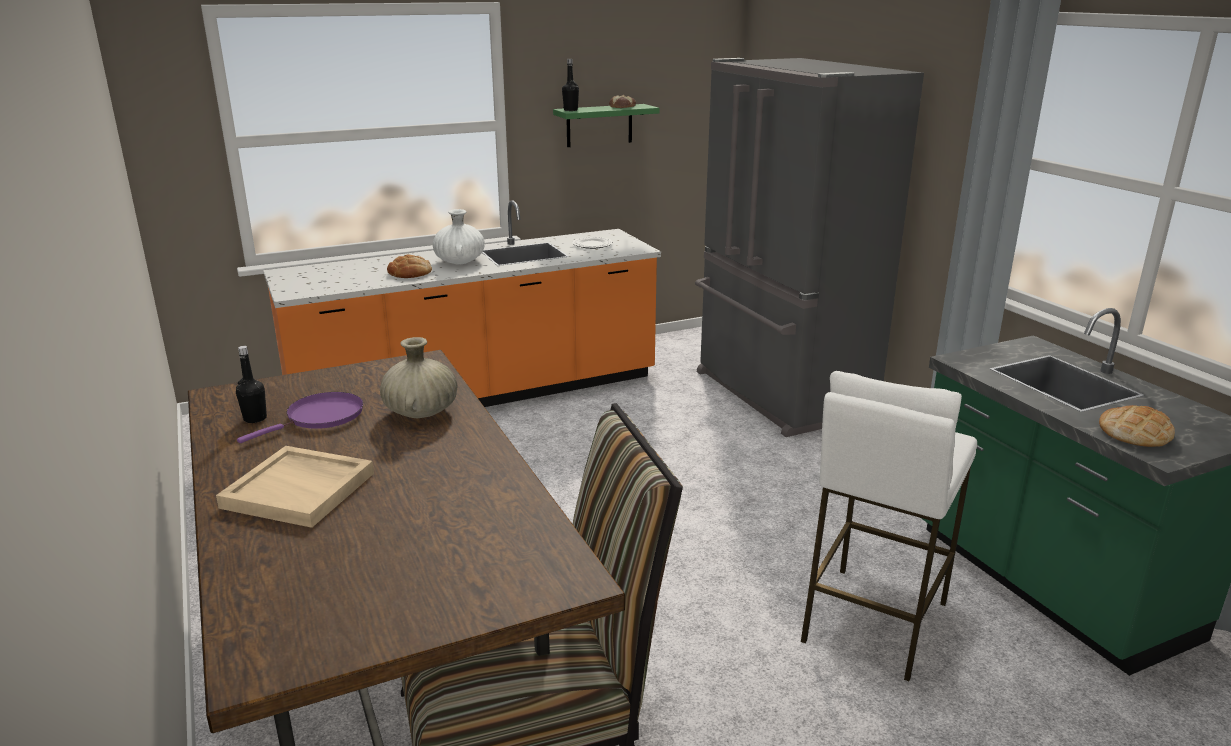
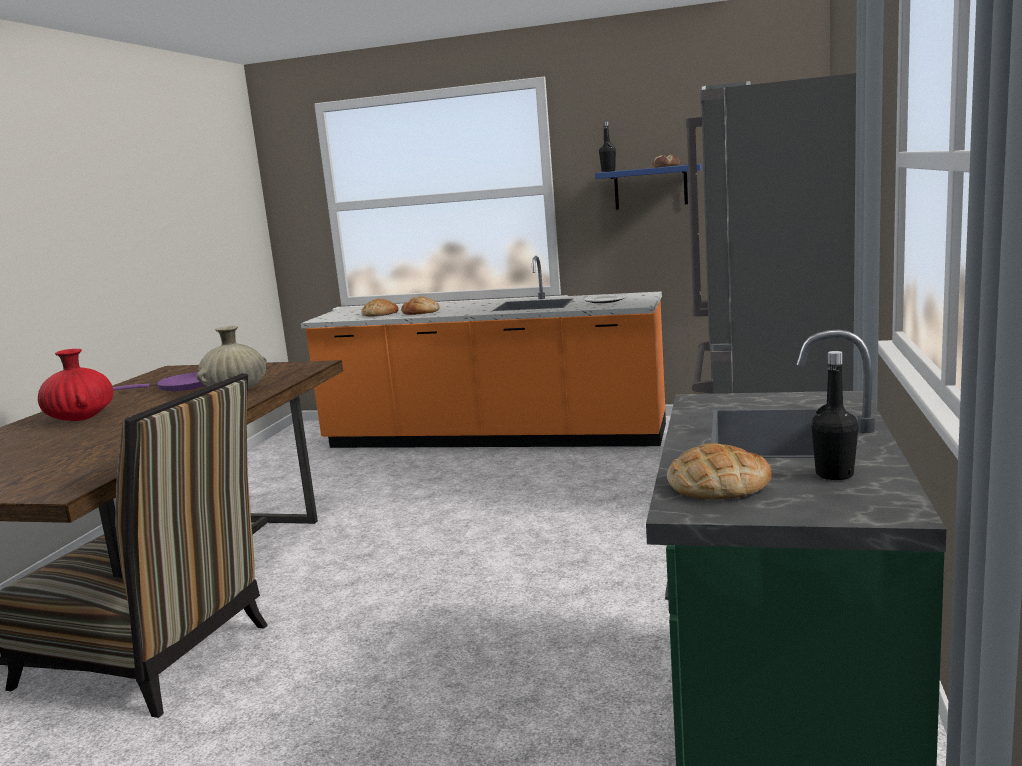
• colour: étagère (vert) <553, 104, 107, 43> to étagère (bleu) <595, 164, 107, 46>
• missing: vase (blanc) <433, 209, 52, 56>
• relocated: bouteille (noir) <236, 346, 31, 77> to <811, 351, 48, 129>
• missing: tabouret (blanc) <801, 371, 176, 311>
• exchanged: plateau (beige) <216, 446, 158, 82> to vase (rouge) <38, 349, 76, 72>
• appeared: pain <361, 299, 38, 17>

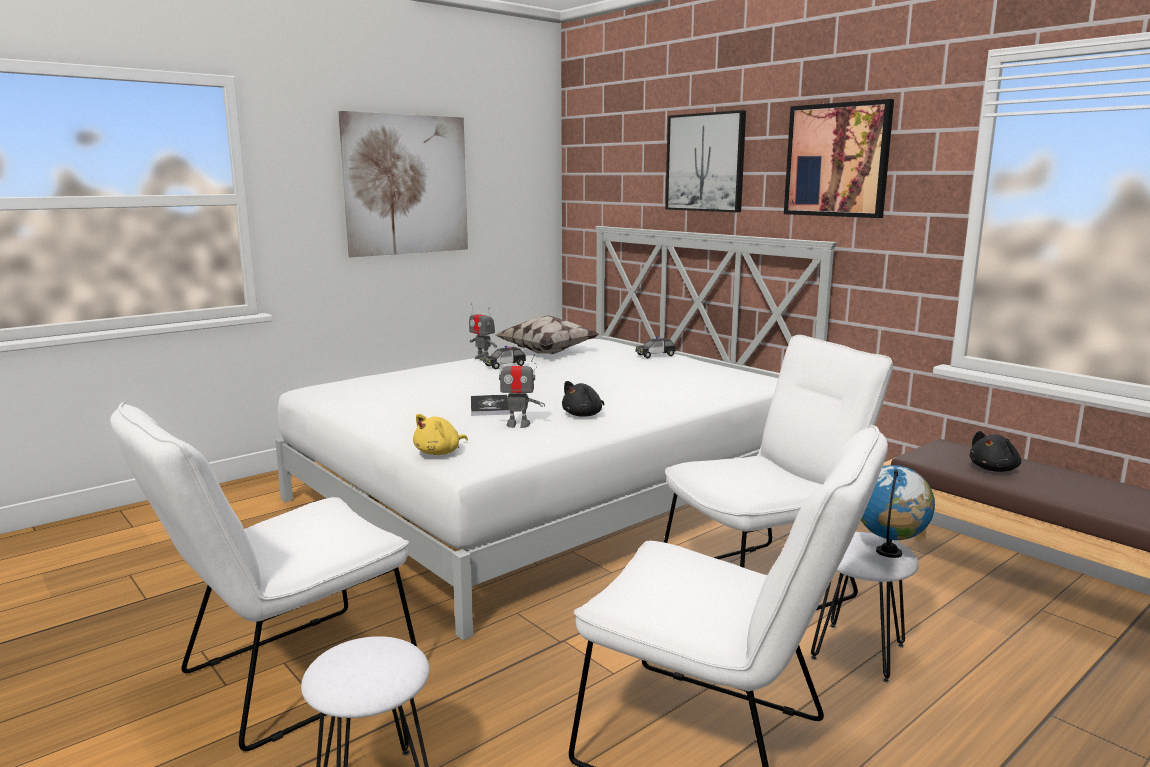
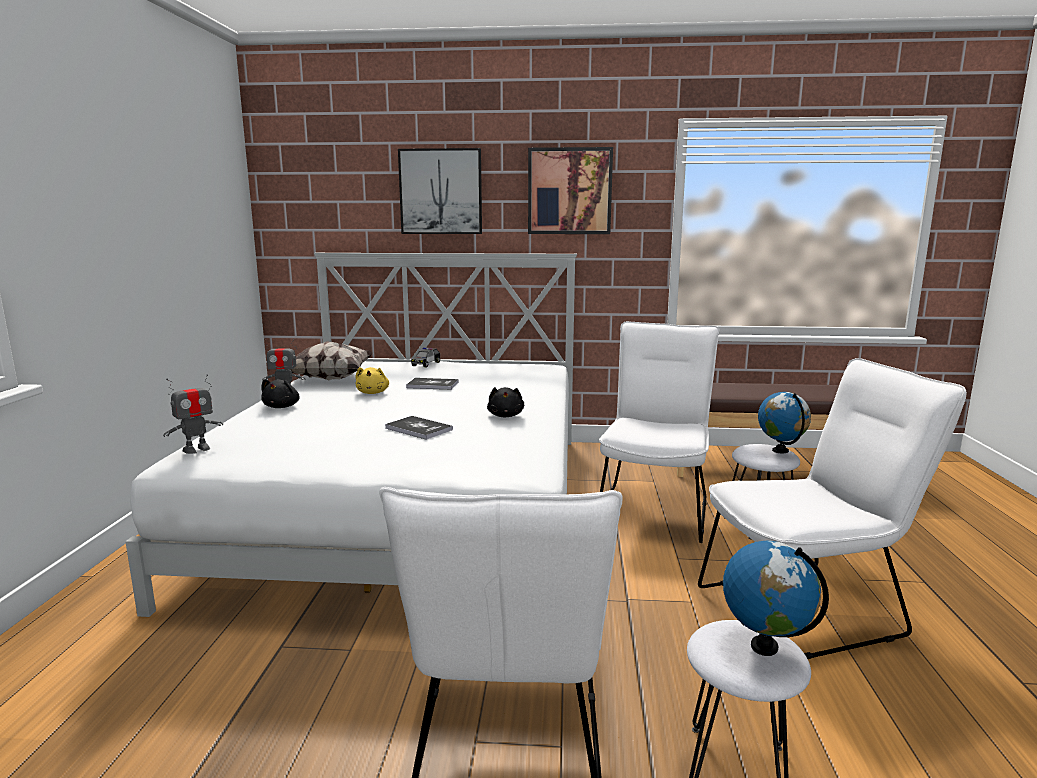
• missing: tableau <338, 111, 130, 146>
• missing: petite voiture <483, 346, 43, 23>
• relocated: robot jouet <491, 352, 54, 76> to <163, 374, 60, 80>
• relocated: peluche (jaune) <413, 414, 55, 41> to <356, 367, 33, 27>
• relocated: peluche (noir) <970, 431, 51, 41> to <261, 379, 39, 29>
• appeared: livre <406, 378, 53, 12>
• appeared: globe <723, 540, 106, 116>

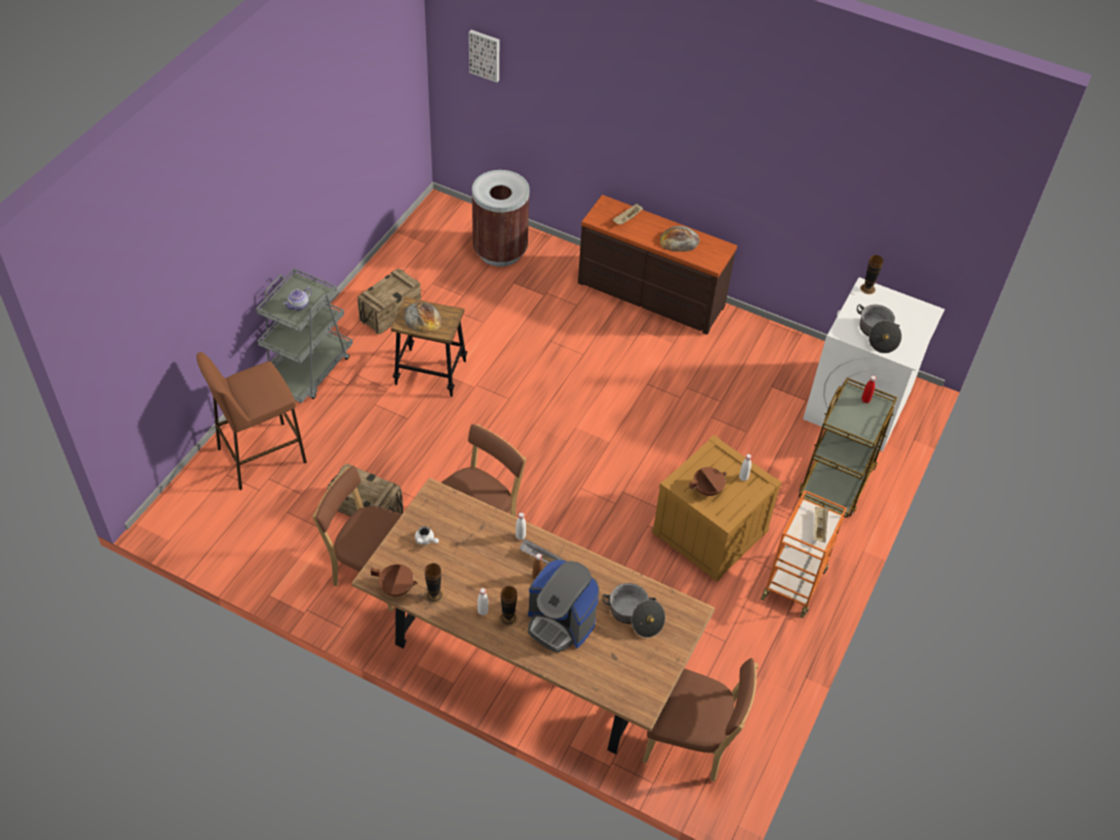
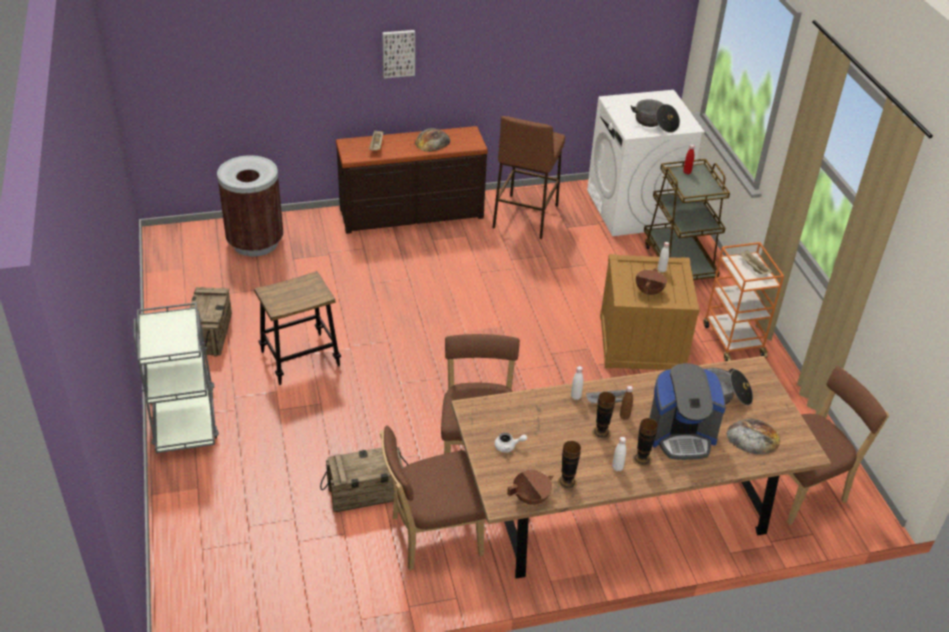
• relocated: tableau <469, 30, 30, 53> to <382, 30, 33, 48>
• relocated: vase <860, 255, 24, 39> to <592, 392, 23, 48>
• missing: théière <283, 287, 29, 24>
• relocated: pain <404, 302, 38, 31> to <726, 419, 54, 36>
• relocated: tabouret (marron) <196, 352, 111, 138> to <492, 116, 73, 123>

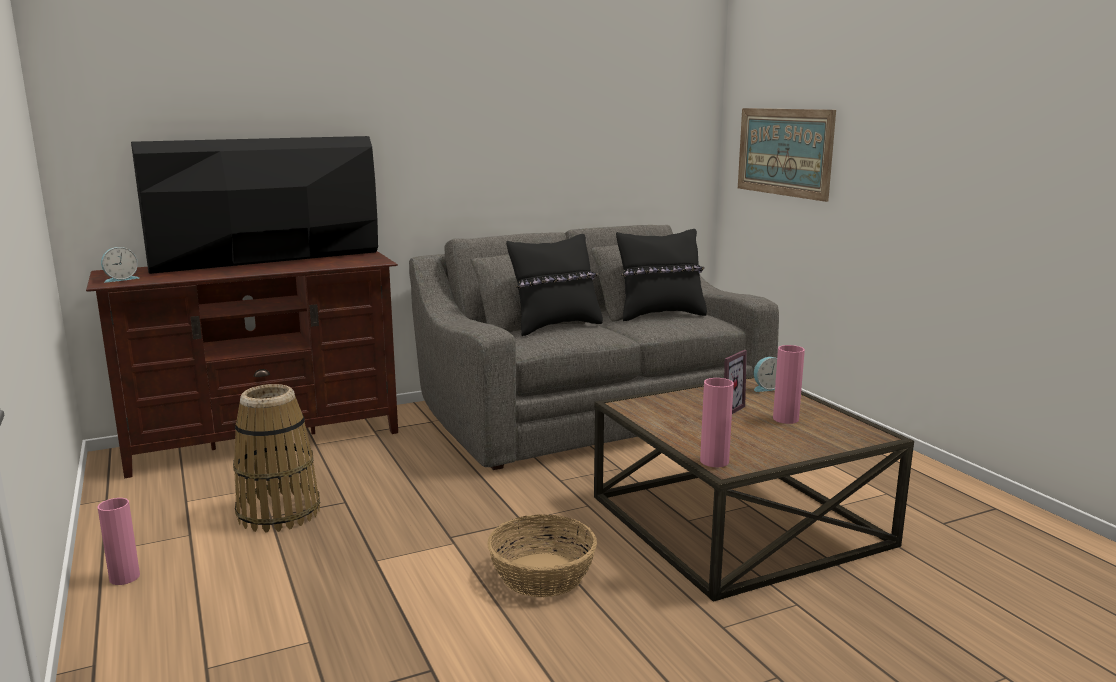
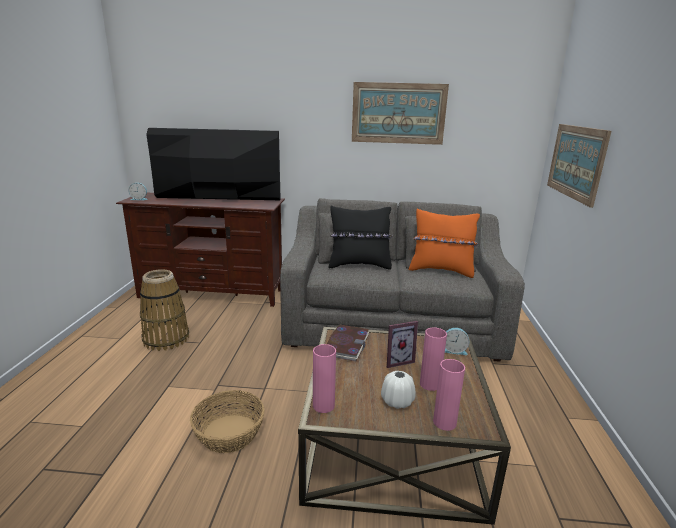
• colour: coussin (noir) <616, 229, 91, 92> to coussin (orange) <409, 208, 71, 70>
• relocated: vase (rose) <97, 498, 43, 87> to <433, 359, 32, 72>
• appeared: tableau <352, 82, 97, 63>
• appeared: livre <327, 325, 42, 37>
• appeared: vase (blanc) <381, 371, 35, 38>

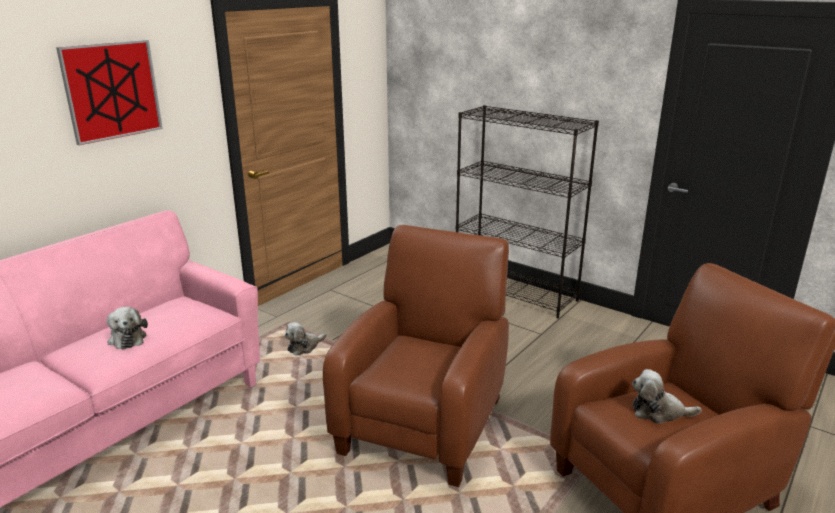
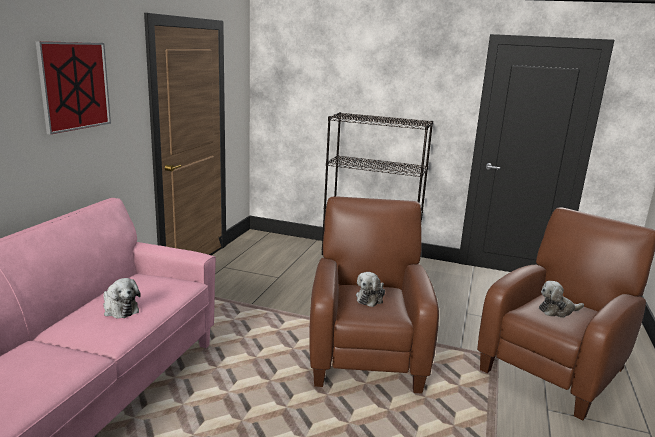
• relocated: peluche <285, 322, 42, 34> to <356, 272, 29, 35>

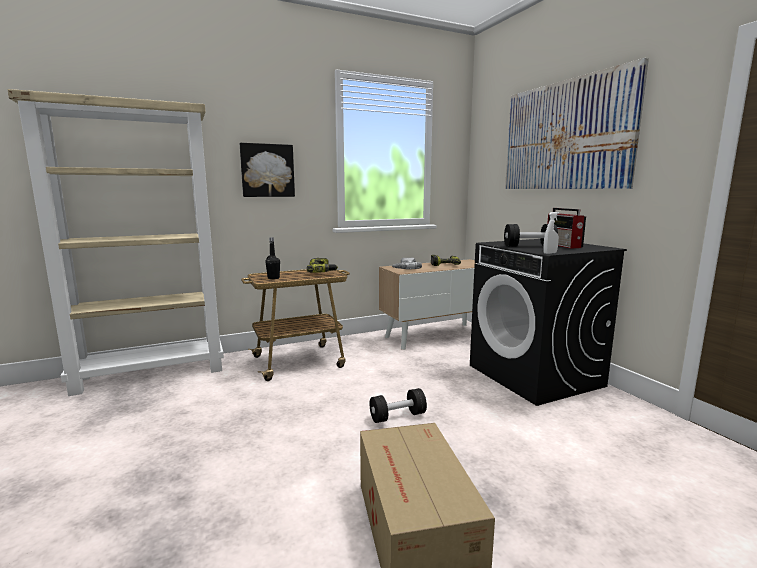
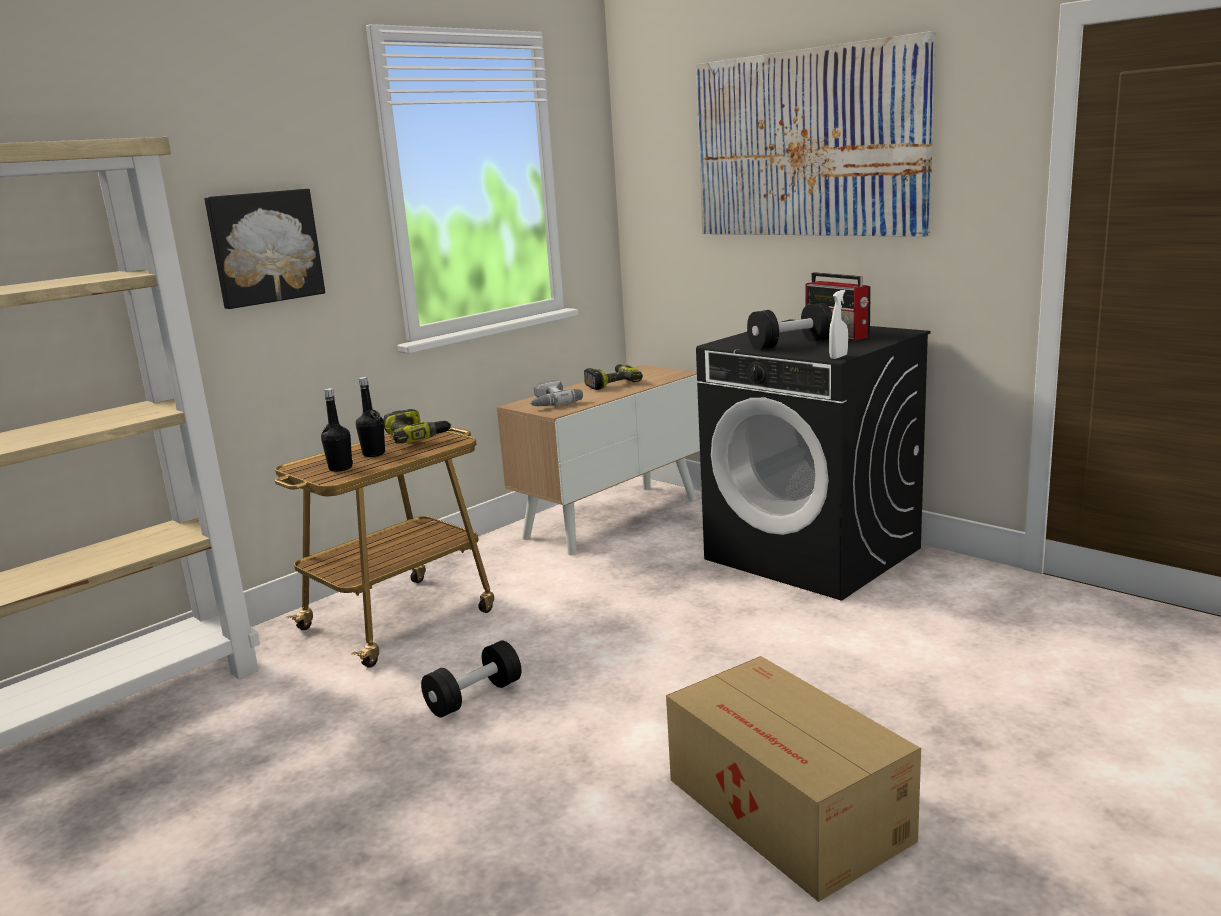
• relocated: haltère (noir) <370, 388, 57, 35> to <421, 641, 100, 77>
• appeared: bouteille (noir) <356, 377, 29, 80>

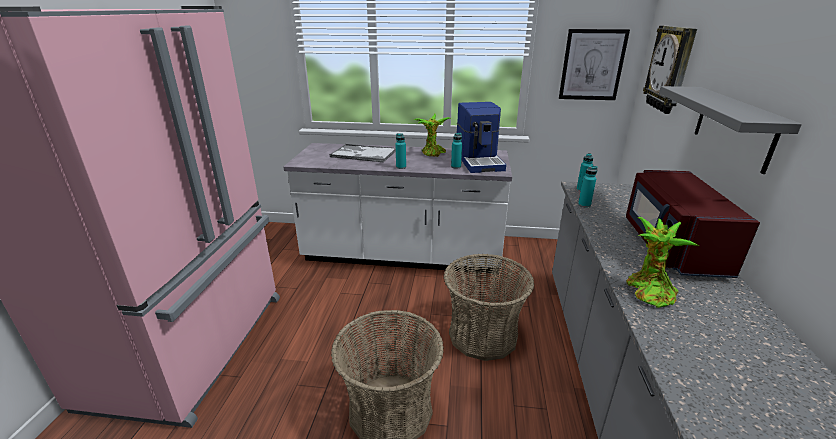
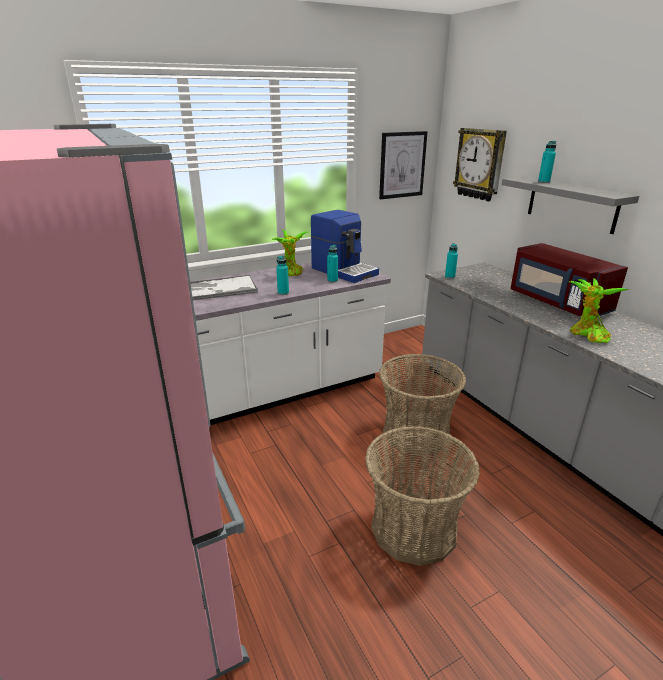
• relocated: bouteille (turquoise) <578, 166, 19, 42> to <538, 141, 18, 42>

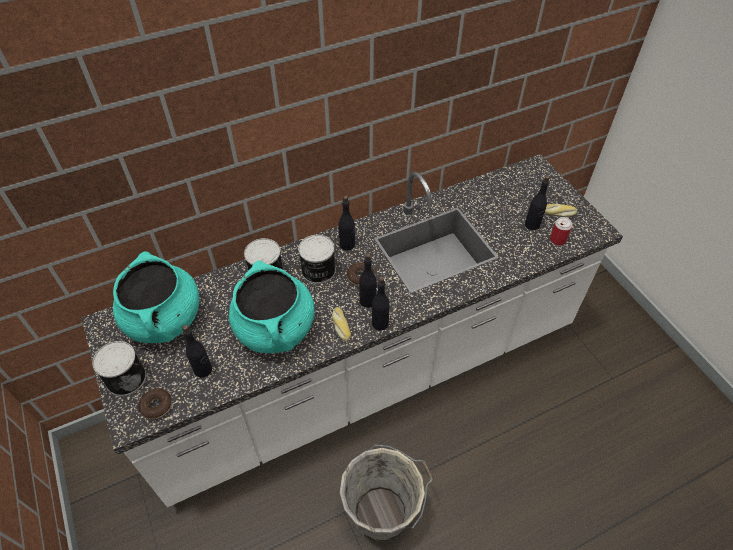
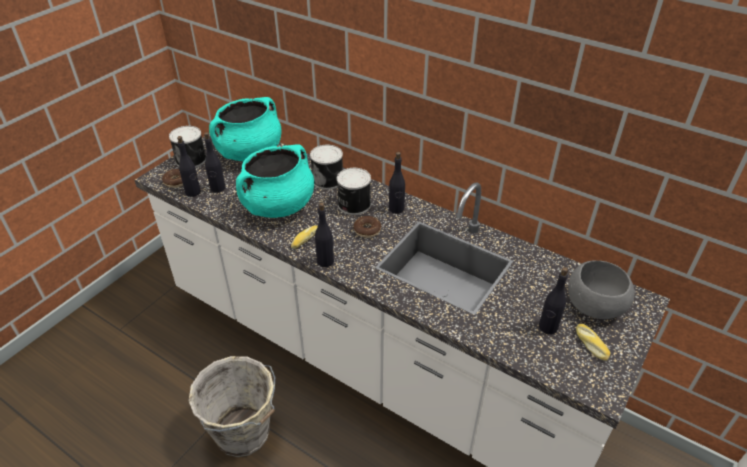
• missing: boîte métallique <550, 217, 22, 29>
• relocated: bouteille (noir) <359, 253, 18, 55> to <177, 136, 24, 61>
• appeared: bol (gris) <568, 260, 67, 59>

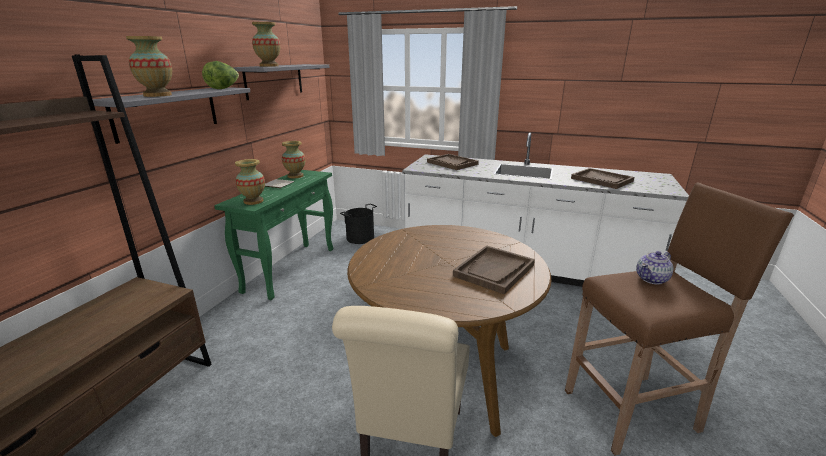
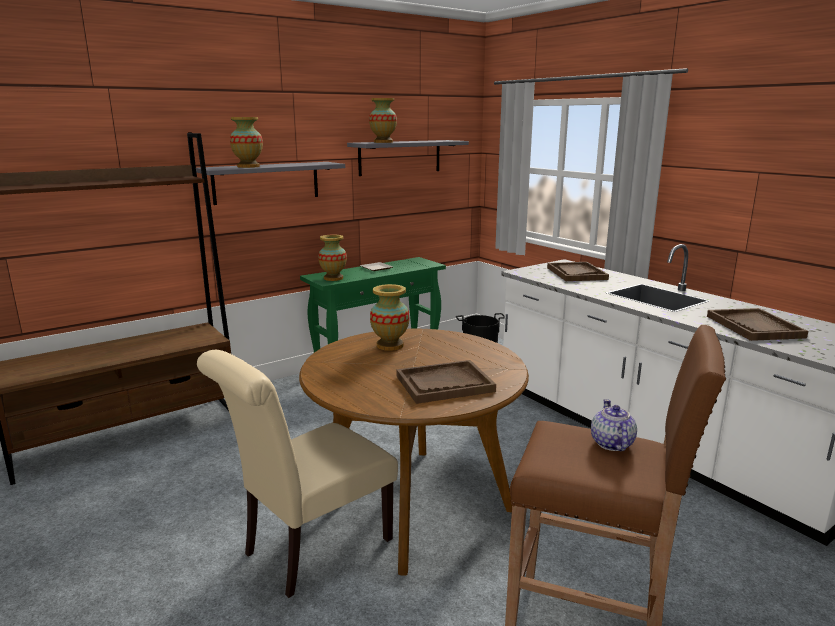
• missing: laitue <202, 61, 37, 28>
• relocated: vase <282, 141, 23, 37> to <370, 284, 40, 67>
• spun: théière <636, 251, 37, 33> = <591, 399, 46, 52> 90 degrees clockwise

